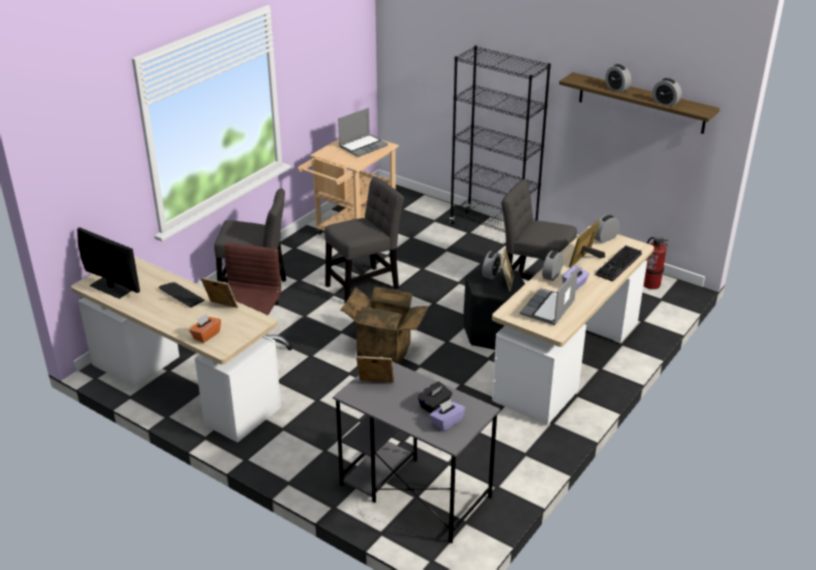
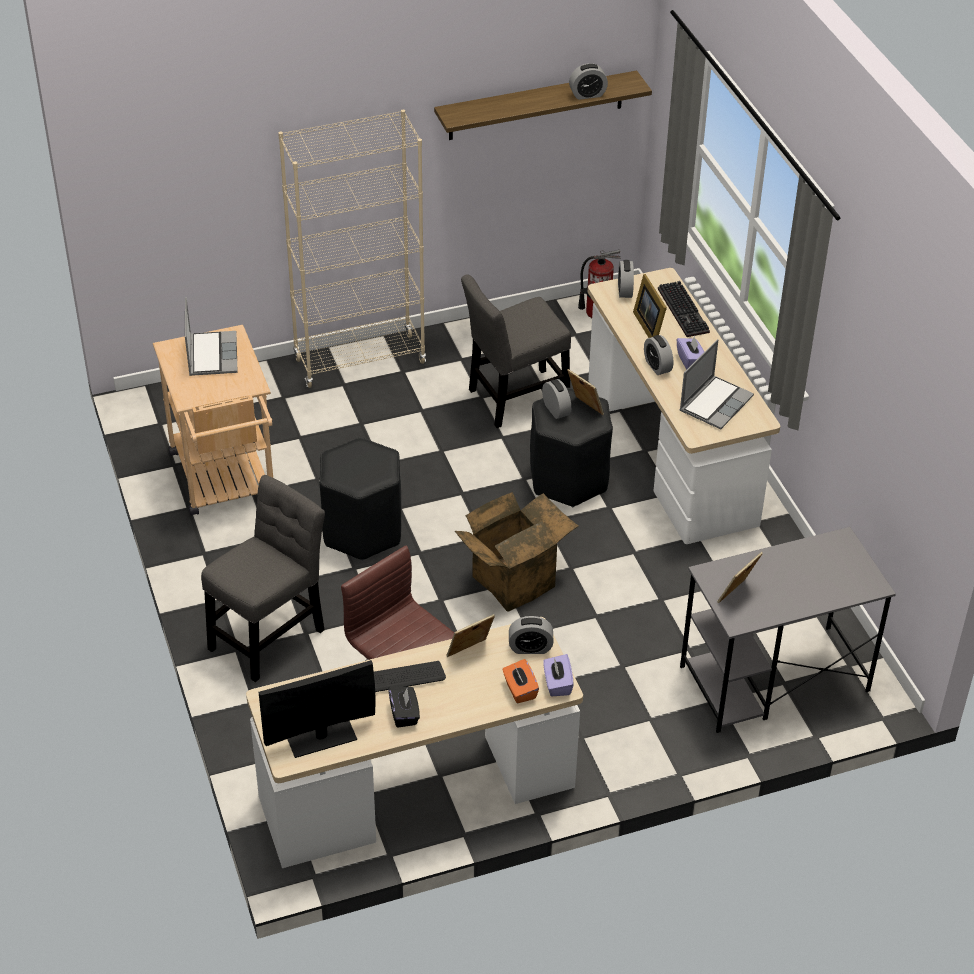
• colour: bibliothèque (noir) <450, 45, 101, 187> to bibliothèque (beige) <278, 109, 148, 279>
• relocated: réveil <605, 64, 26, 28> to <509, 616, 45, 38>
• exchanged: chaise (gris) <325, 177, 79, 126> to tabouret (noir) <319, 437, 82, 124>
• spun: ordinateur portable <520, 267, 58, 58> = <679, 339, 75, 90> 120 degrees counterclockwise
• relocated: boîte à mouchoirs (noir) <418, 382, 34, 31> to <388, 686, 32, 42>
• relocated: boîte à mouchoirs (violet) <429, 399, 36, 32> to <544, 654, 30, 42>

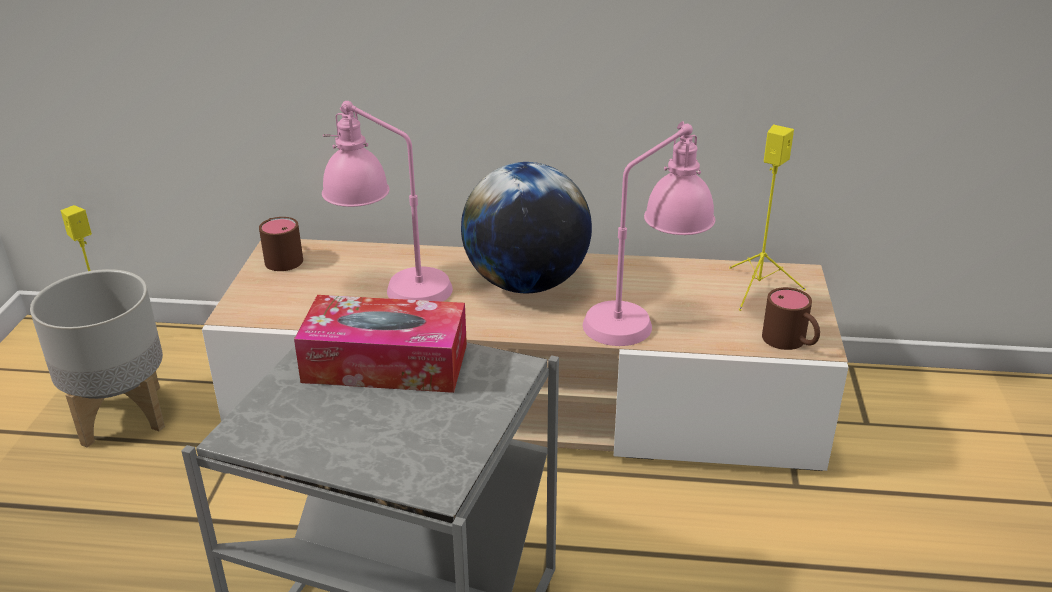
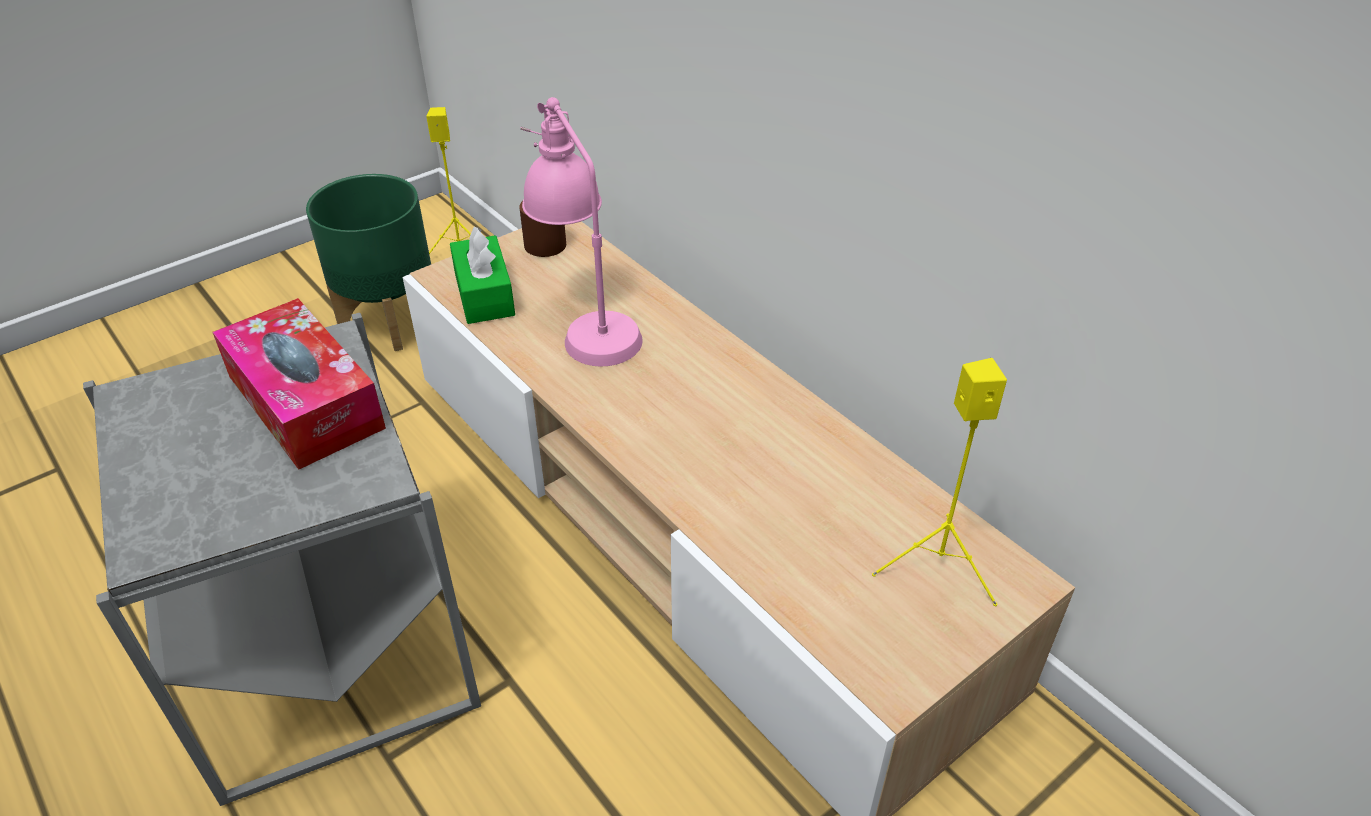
• missing: lampe de table (rose) <583, 121, 132, 225>
• missing: globe <461, 162, 131, 131>
• colour: cache-pot (gris) <30, 269, 135, 179> to cache-pot (vert) <306, 174, 125, 177>
• missing: mug (marron) <762, 287, 58, 63>
• appeared: boîte à mouchoirs (vert) <450, 226, 65, 98>

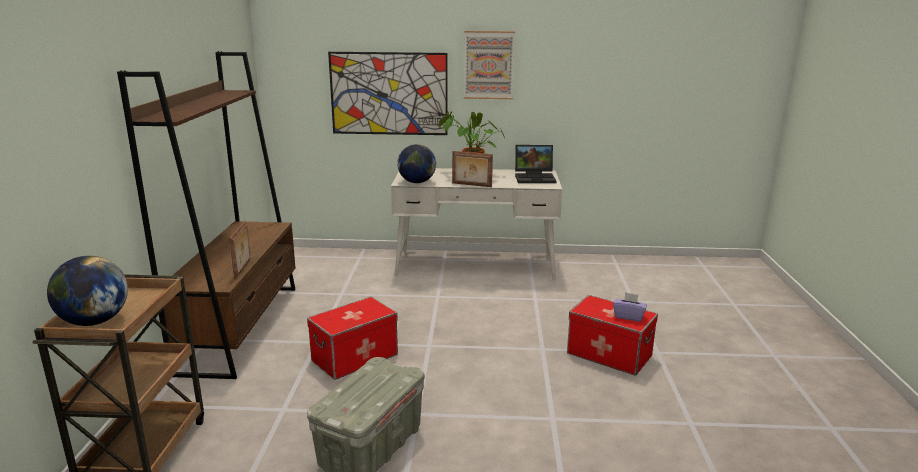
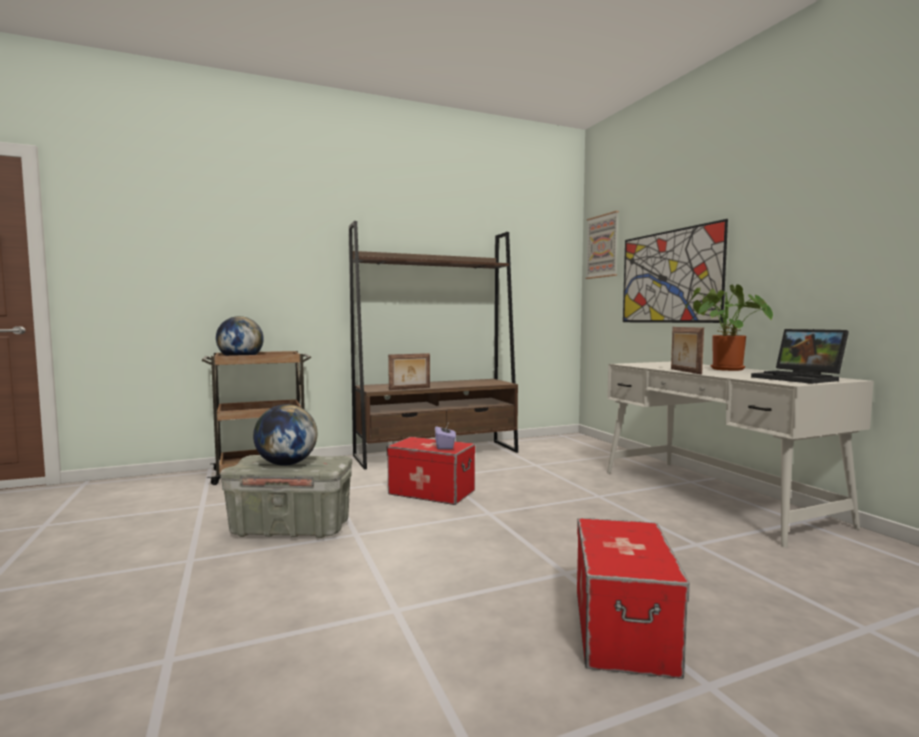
• relocated: tableau <464, 31, 51, 68> to <585, 211, 34, 68>
• relocated: globe <397, 144, 39, 39> to <253, 404, 64, 62>
• relocated: boîte à mouchoirs (violet) <613, 292, 34, 30> to <435, 424, 21, 25>

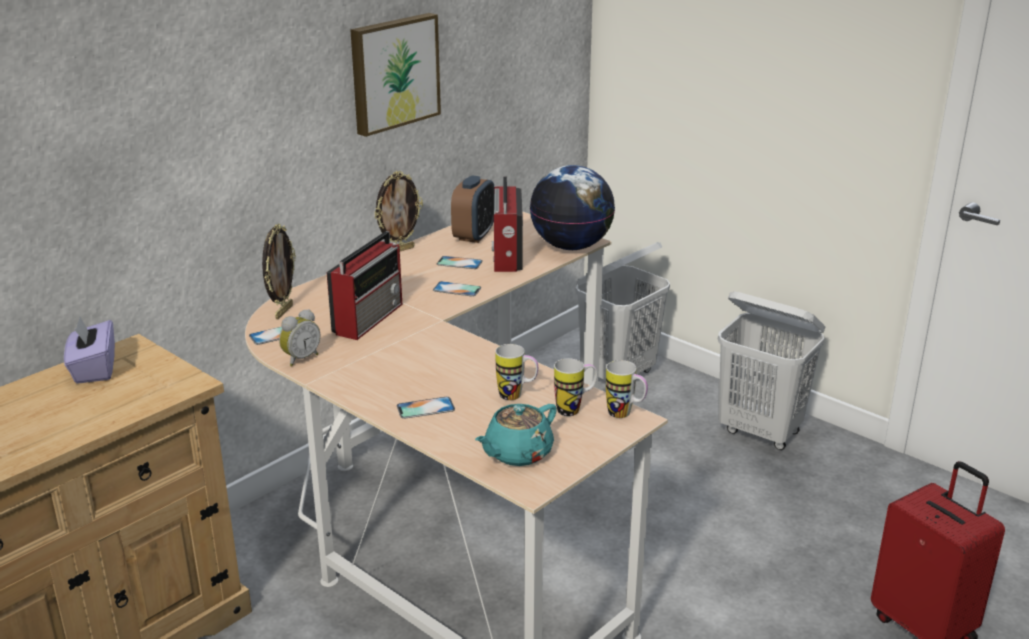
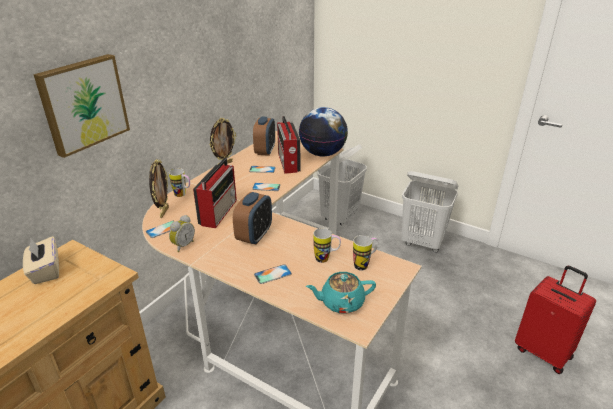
• relocated: tableau <350, 13, 91, 124> to <33, 54, 97, 104>
• colour: boîte à mouchoirs (violet) <64, 317, 51, 67> to boîte à mouchoirs (beige) <23, 236, 36, 48>
• relocated: mug <606, 360, 42, 58> to <169, 168, 21, 29>
• spun: théière (turquoise) <475, 404, 82, 62> = <306, 272, 70, 41> 45 degrees clockwise
• appeared: réveil <233, 192, 39, 53>

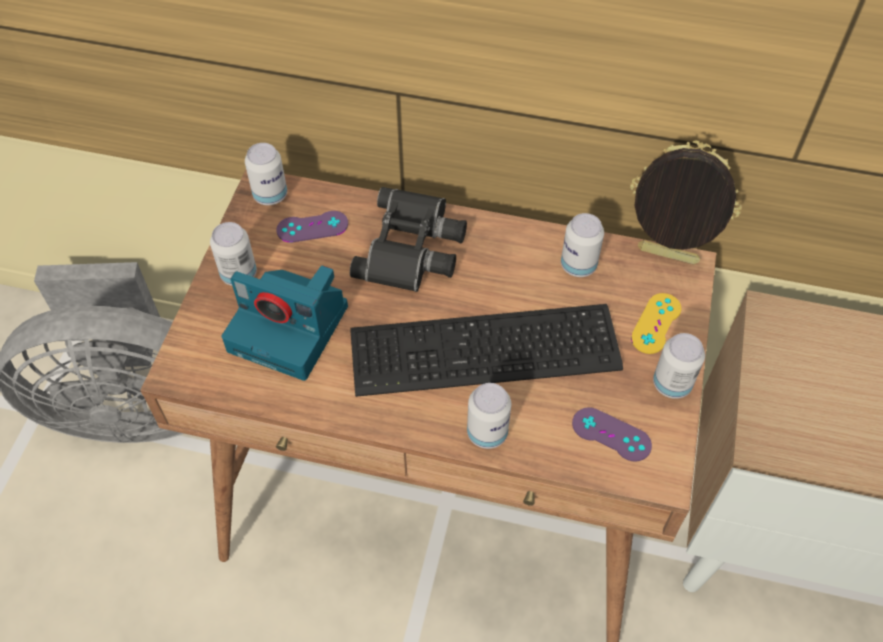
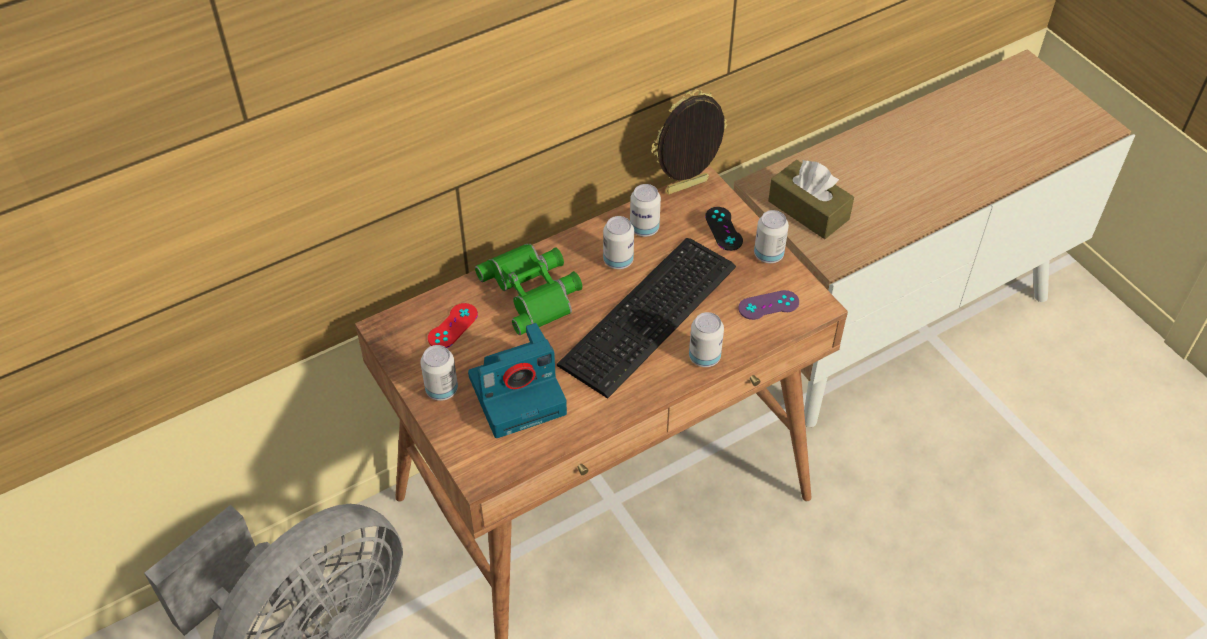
• relocated: boîte métallique <245, 143, 42, 62> to <603, 216, 31, 53>
• colour: jumelles (noir) <350, 187, 117, 105> to jumelles (vert) <475, 244, 107, 91>
• colour: manette (violet) <276, 211, 72, 32> to manette (rouge) <428, 303, 50, 45>
• colour: manette (jaune) <631, 293, 50, 61> to manette (noir) <705, 207, 38, 44>
• appeared: boîte à mouchoirs (marron) <768, 159, 86, 80>

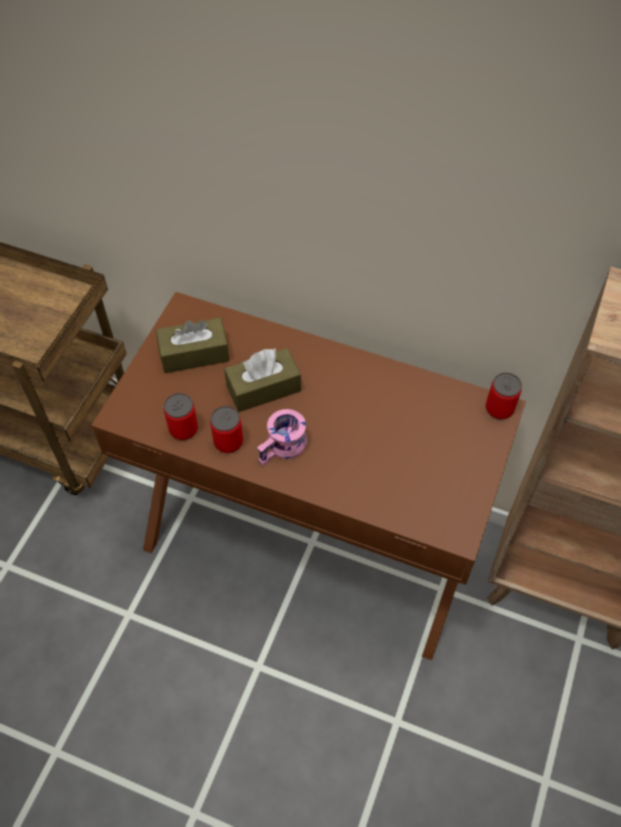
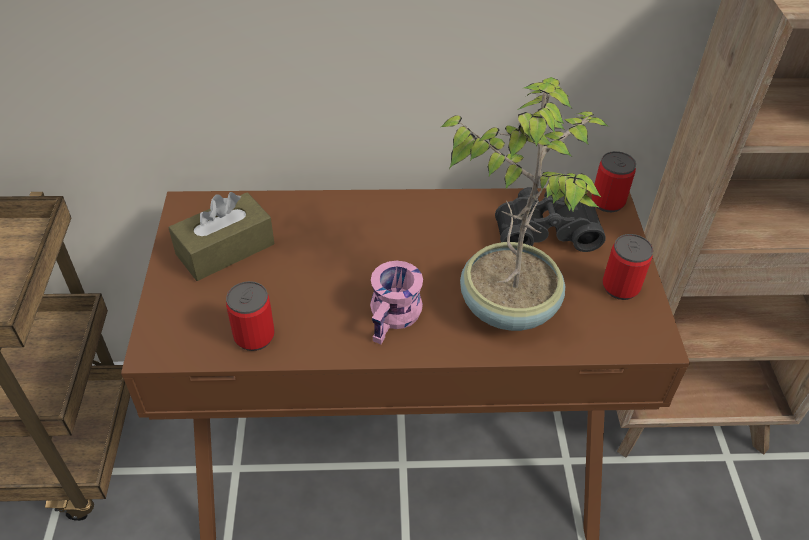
• missing: boîte à mouchoirs (marron) <224, 348, 77, 64>
• relocated: boîte métallique <210, 406, 33, 47> to <603, 234, 50, 66>
• appeared: plante en pot <441, 77, 167, 254>
• appeared: jumelles (noir) <495, 187, 111, 65>

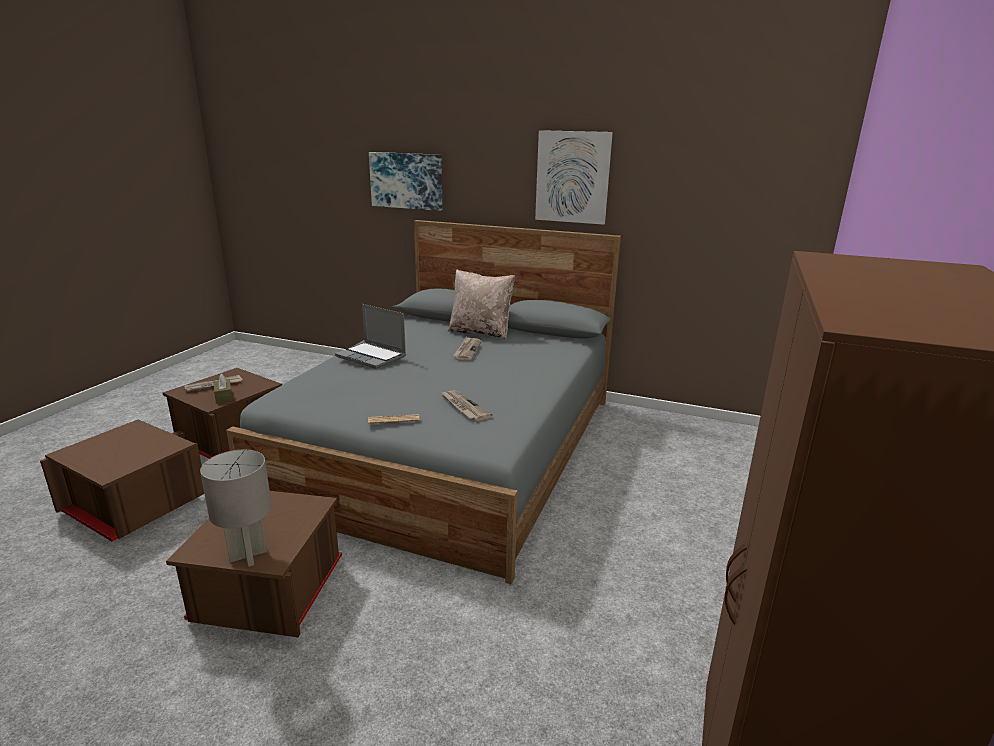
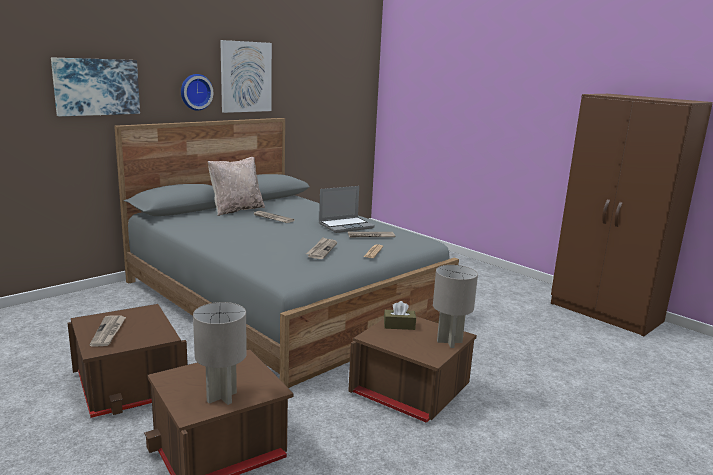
• relocated: ordinateur portable <335, 304, 71, 65> to <319, 186, 56, 47>
• relocated: boîte à mouchoirs (marron) <213, 374, 20, 29> to <384, 301, 32, 29>
• appeared: horloge murale <181, 74, 32, 37>
• appeared: journal <306, 237, 31, 22>
• appeared: lampe de table (gris) <193, 302, 54, 103>

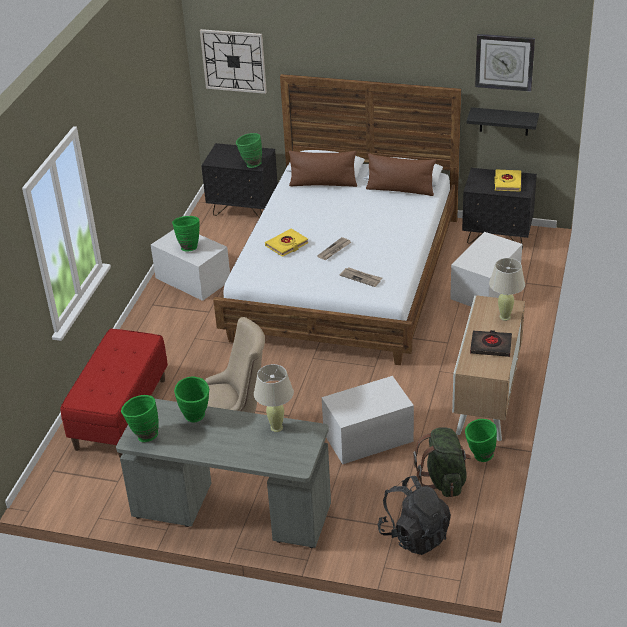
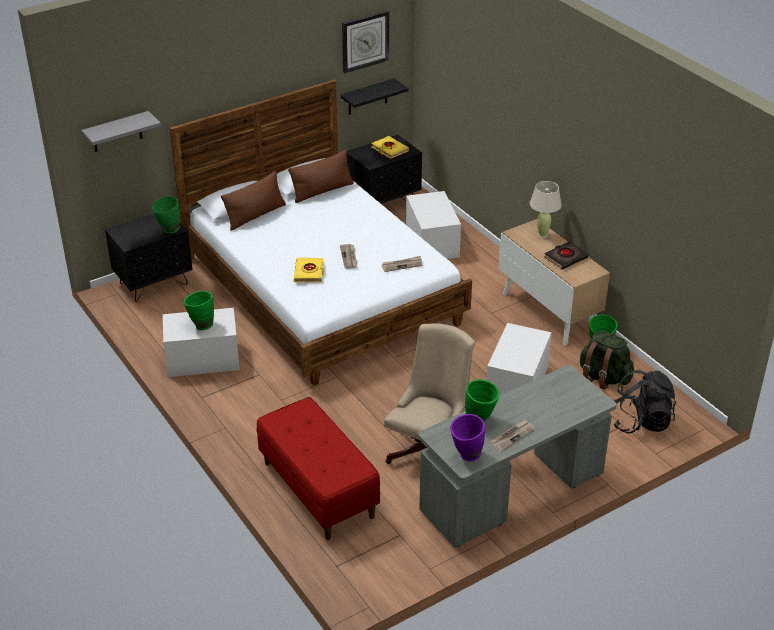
• exchanged: horloge murale <200, 29, 67, 65> to étagère (gris) <81, 111, 80, 41>
• missing: lampe de table (beige) <254, 364, 40, 68>
• colour: vase (vert) <121, 395, 38, 47> to vase (violet) <450, 414, 35, 48>
• appeared: journal <491, 419, 44, 33>

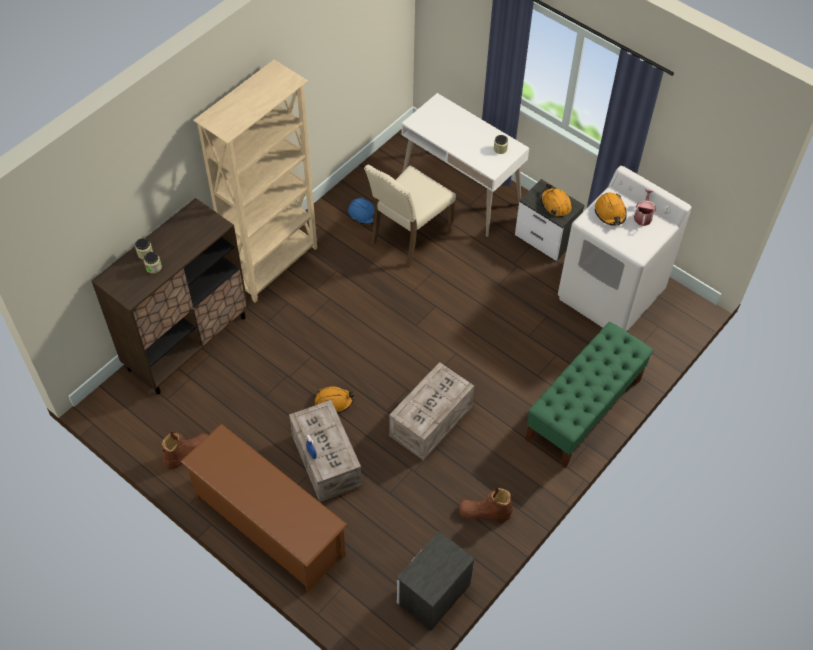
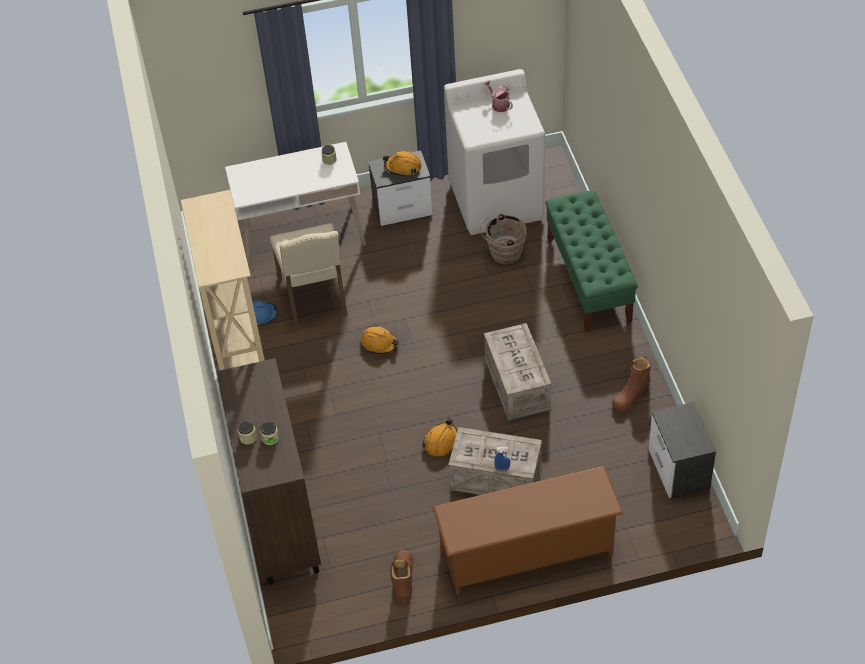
• relocated: casque de chantier (orange) <594, 192, 33, 34> to <361, 325, 38, 29>
• appeared: seau (marron) <480, 213, 47, 51>

